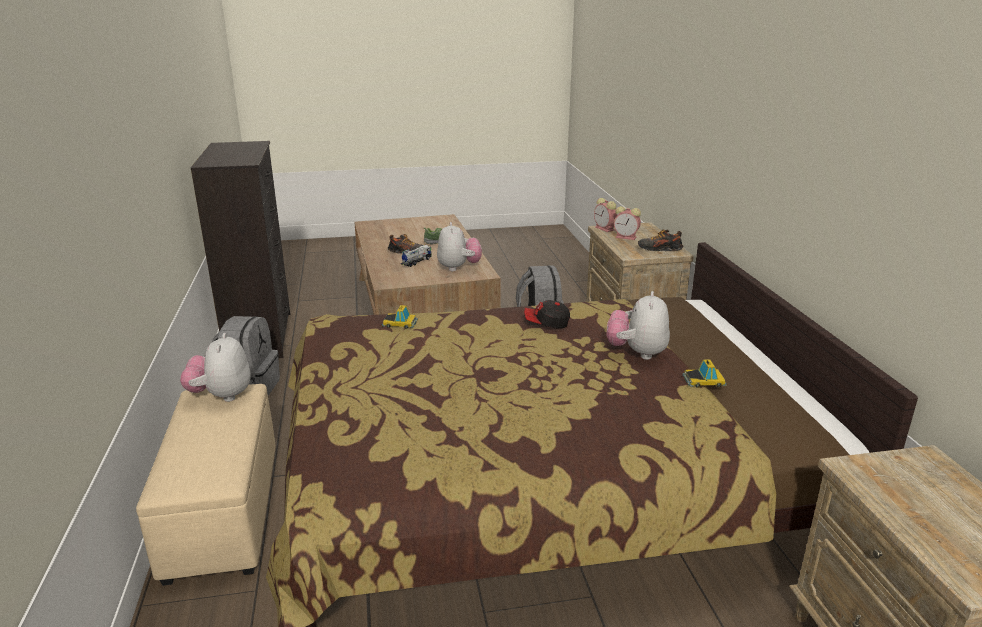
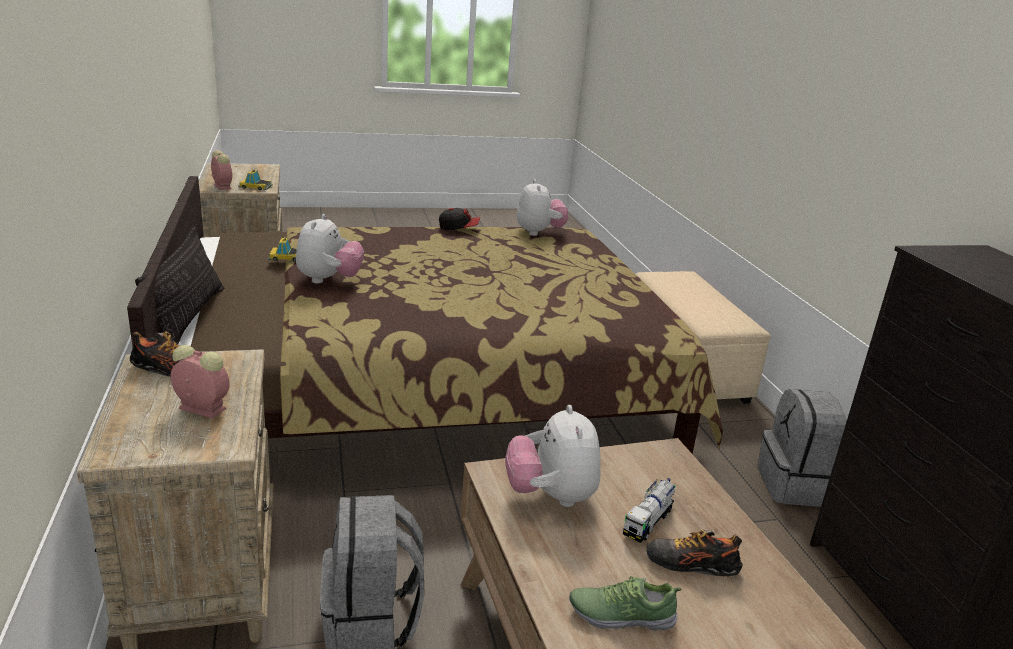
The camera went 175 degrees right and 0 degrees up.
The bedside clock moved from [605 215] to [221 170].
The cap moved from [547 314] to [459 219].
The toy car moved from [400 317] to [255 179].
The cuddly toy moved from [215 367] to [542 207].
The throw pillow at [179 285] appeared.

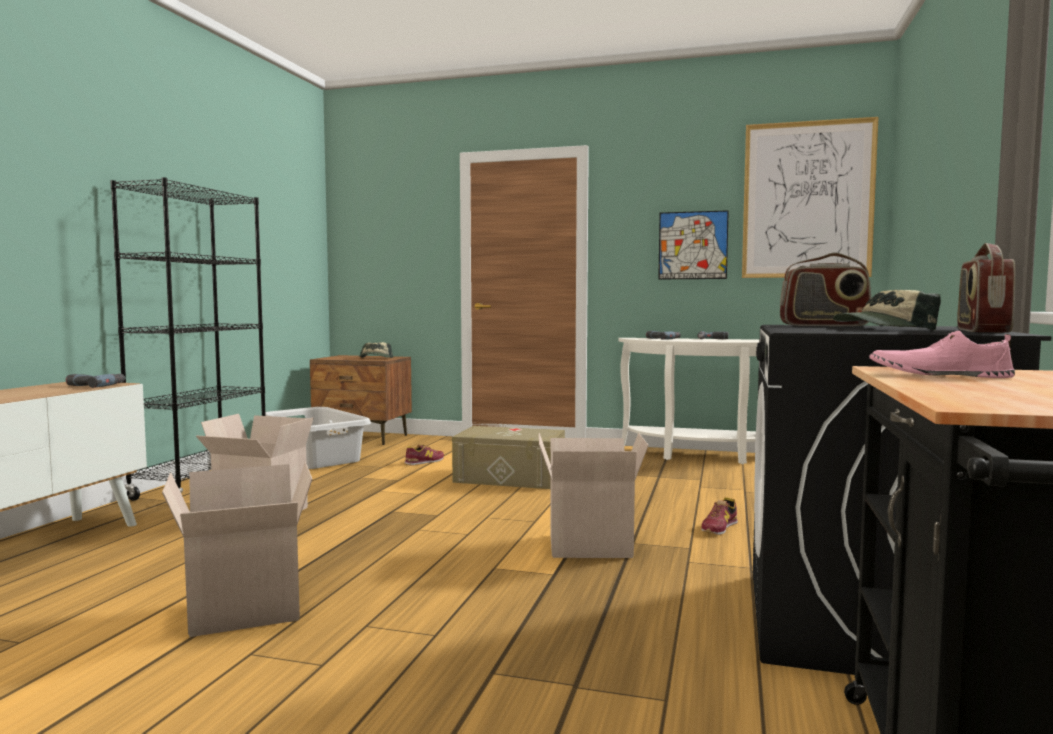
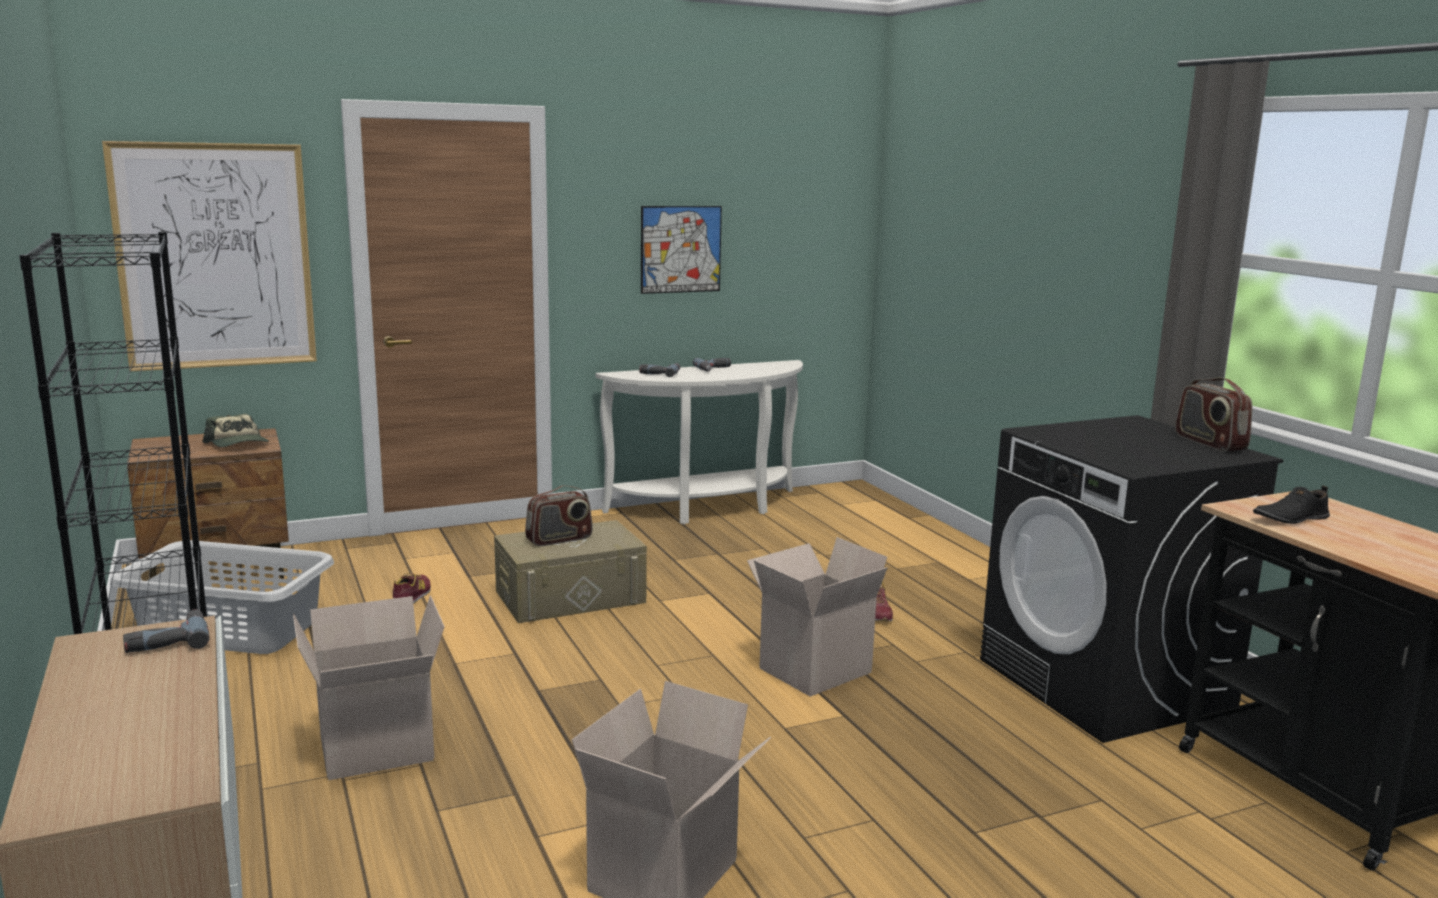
The camera went 40 degrees left and 10 degrees up.
The wall picture moved from [810 197] to [209 256].
The radio moved from [825 289] to [559 515].
The cap at [887 310] disappeared.
The pink shoe at [942 354] became the blackish shoe at [1291 505].

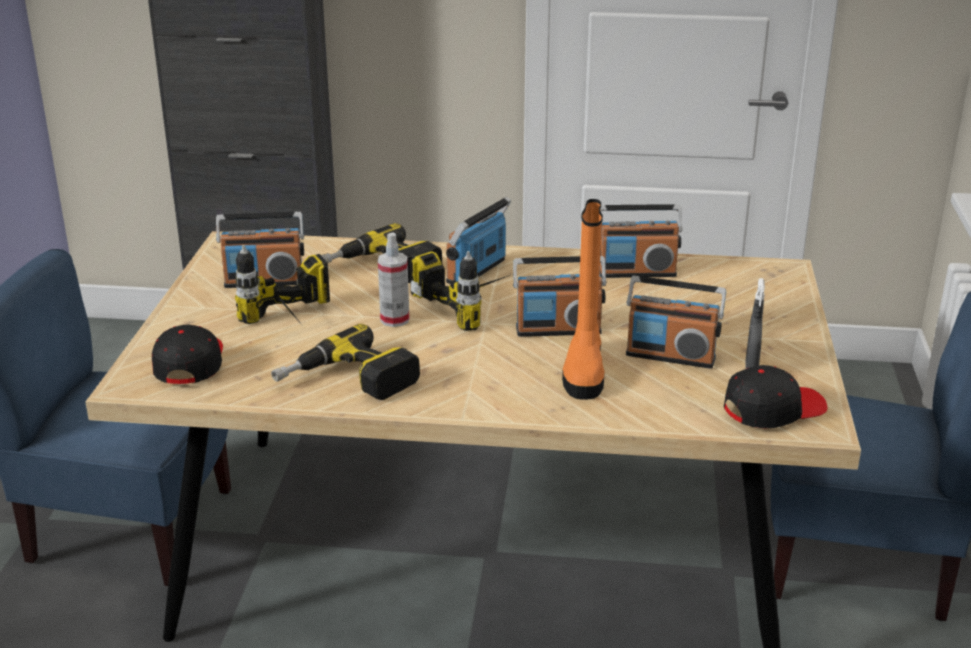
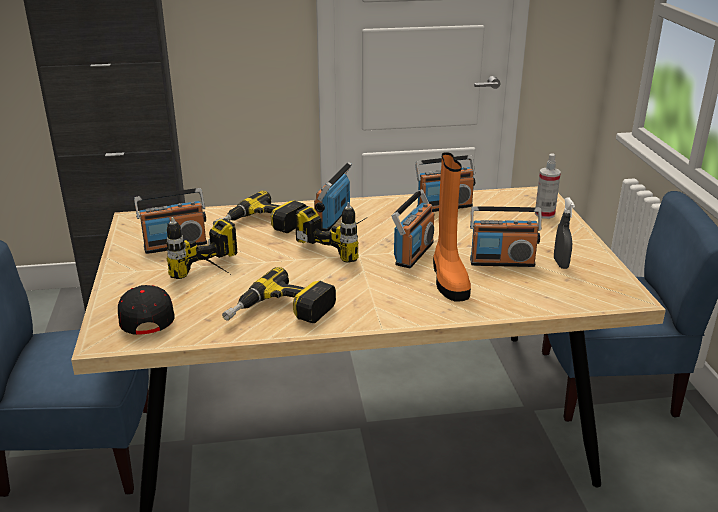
The camera went 15 degrees left and 0 degrees up.
The hand sprayer moved from [393 279] to [548 186].
The radio at [560 296] turned 45 degrees counterclockwise.
The blackish cap at [775 397] disappeared.

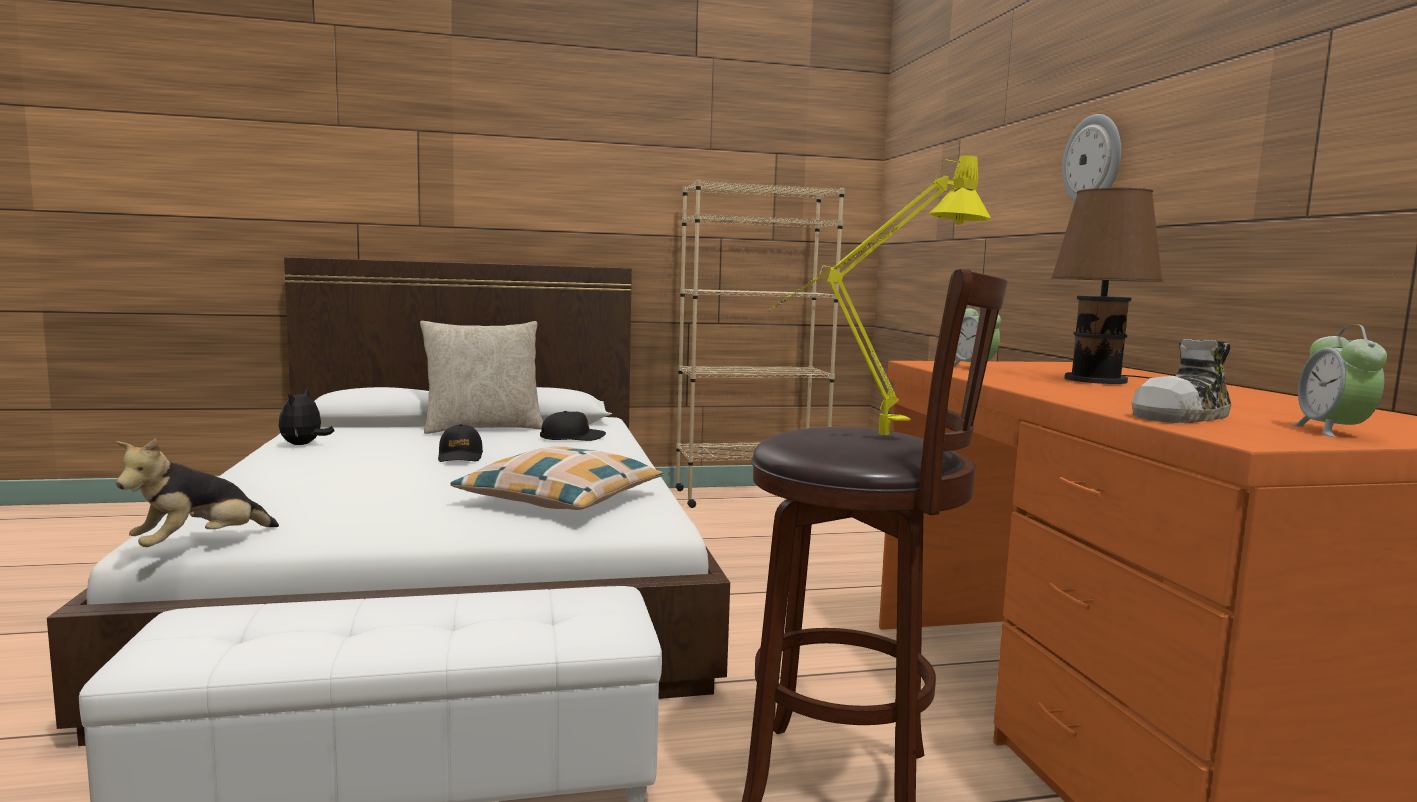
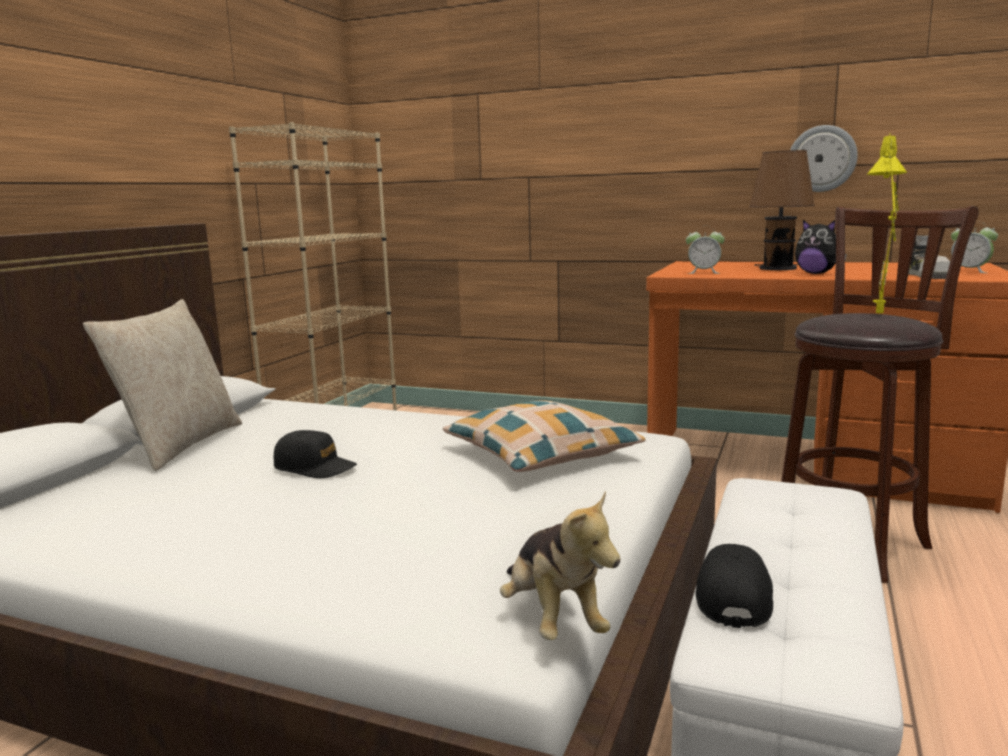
The camera went 55 degrees left and 5 degrees up.
The wall clock moved from [1091 158] to [824 158].
The cuddly toy moved from [306 416] to [821 247].
The blackish cap moved from [573 426] to [734 586].

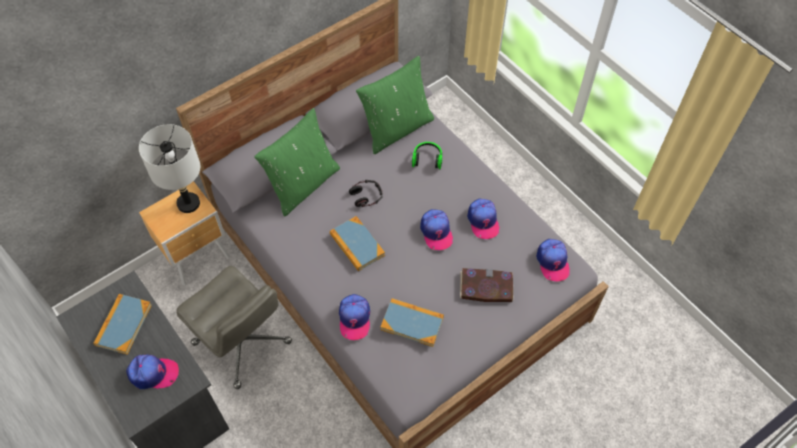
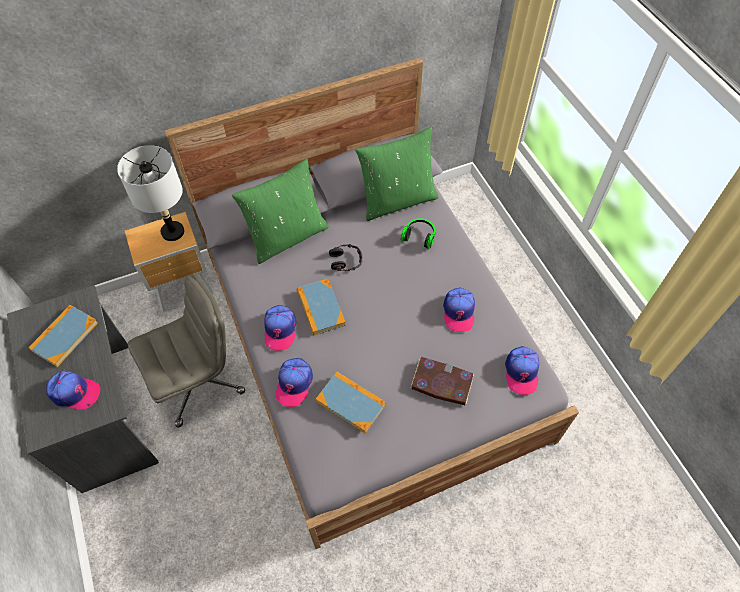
The camera went 15 degrees right and 0 degrees up.
The cap moved from [436 229] to [280 328].
The grey computer chair at [234 327] turned 90 degrees counterclockwise.

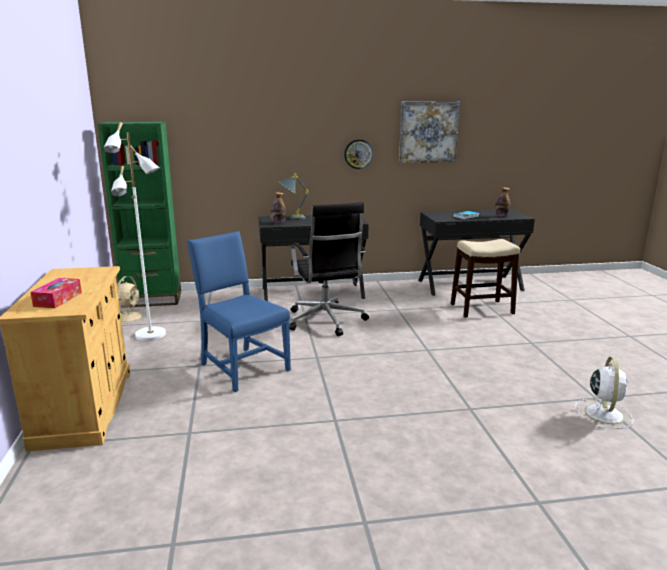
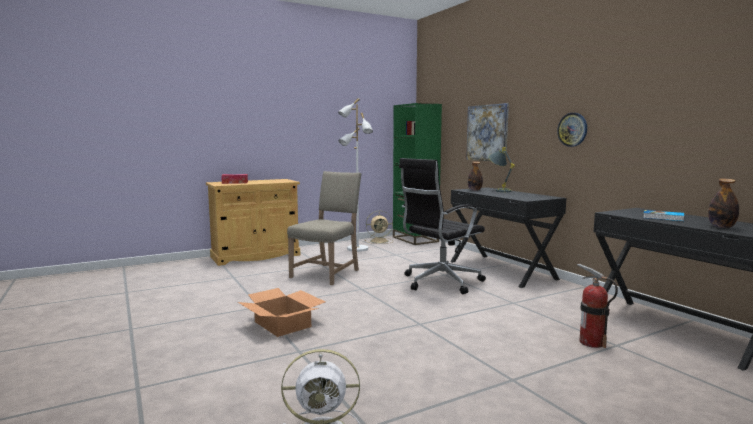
The camera went 70 degrees right and 10 degrees down.
The wall picture moved from [429 132] to [487 132].
The blue-coloured plain chair at [239 311] became the sand-coloured plain chair at [324 228].
The sitting stool at [485 278] was replaced by the fire-fighting cylinder at [597 306].
The carton at [281 312] appeared.

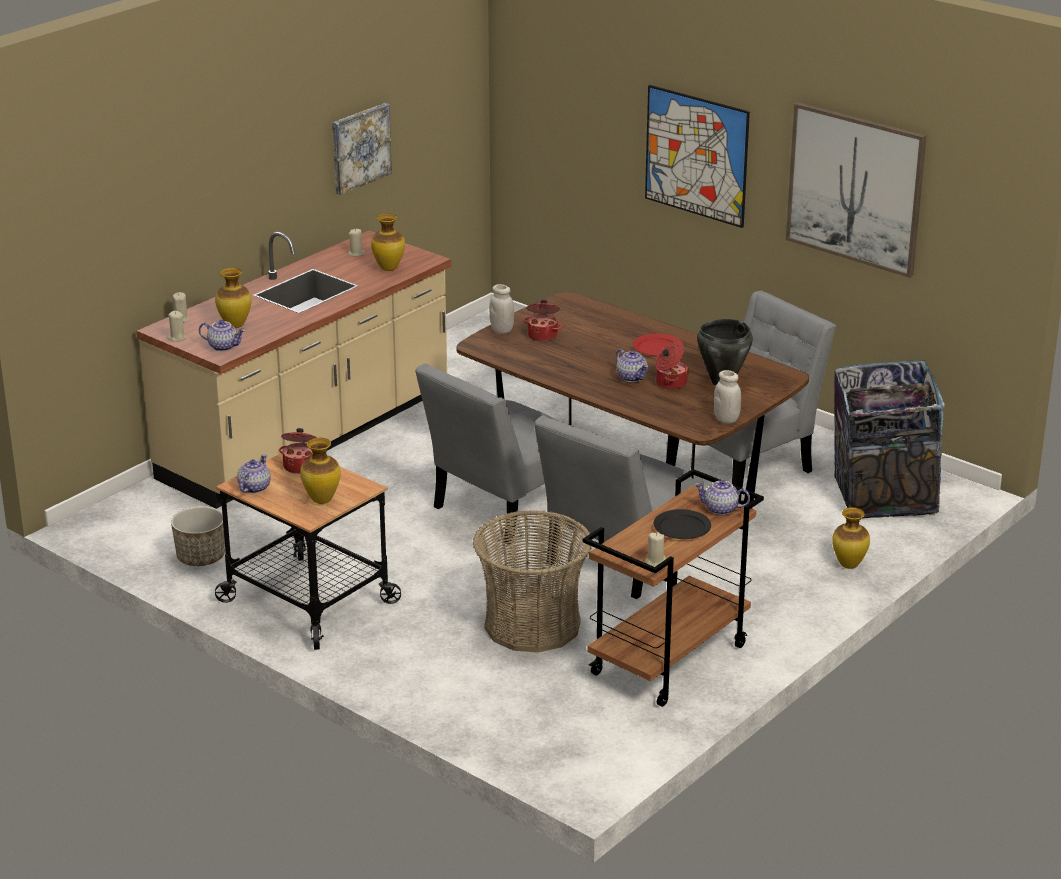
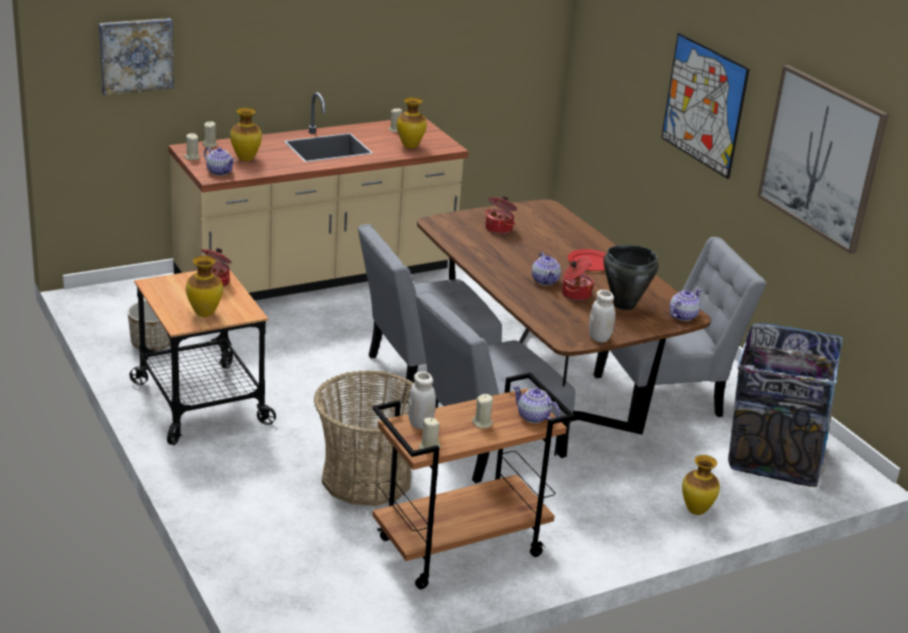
The camera went 20 degrees right and 0 degrees up.
The wall picture moved from [362 149] to [136 56].
The white-coloured preserve jar moved from [501 309] to [422 400].
The pot for tea moved from [254 474] to [686 305].
The blackish plate at [682 524] was replaced by the sand-coloured wax candle at [482 411].

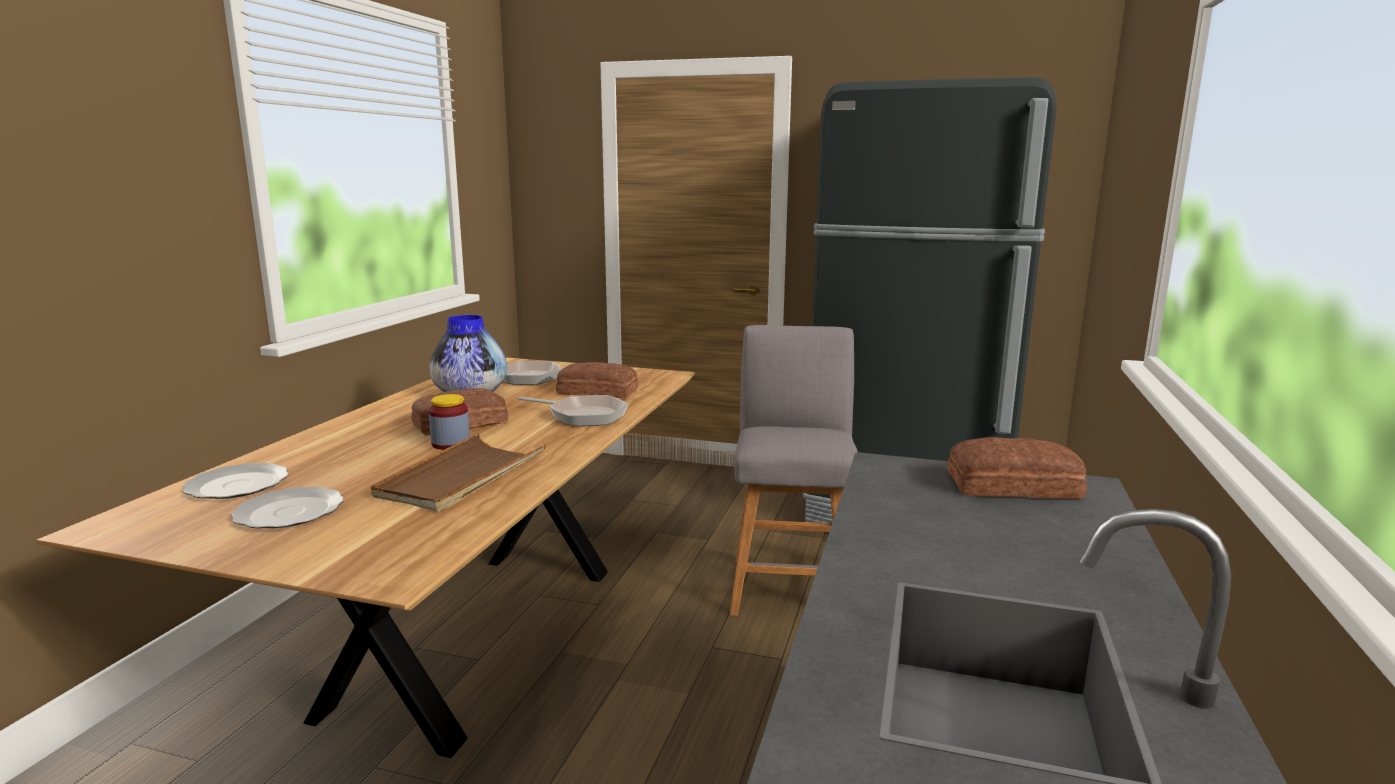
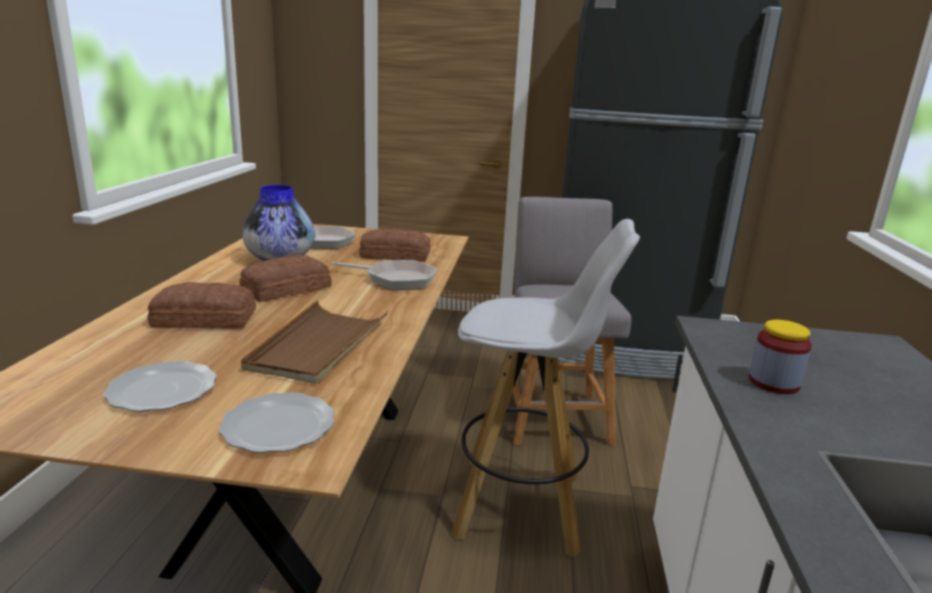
The camera went 10 degrees left and 5 degrees up.
The preserve jar moved from [449 422] to [780 357].
The bakery bread moved from [1017 468] to [201 305].
The plate moved from [236 481] to [277 422].
The white-coloured sitting stool at [546 388] appeared.

